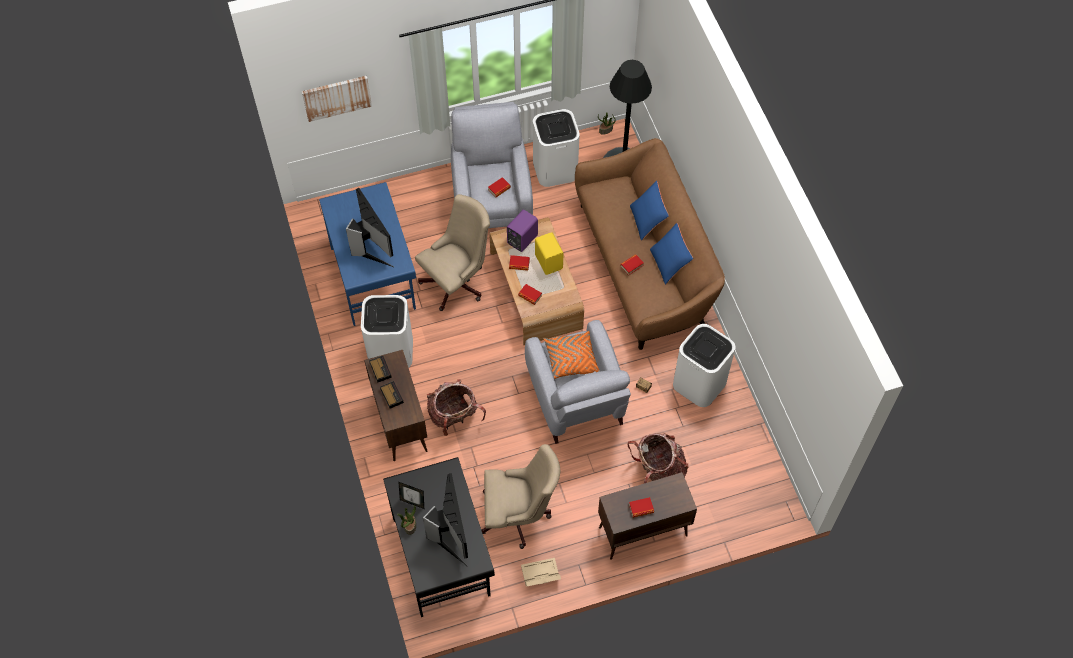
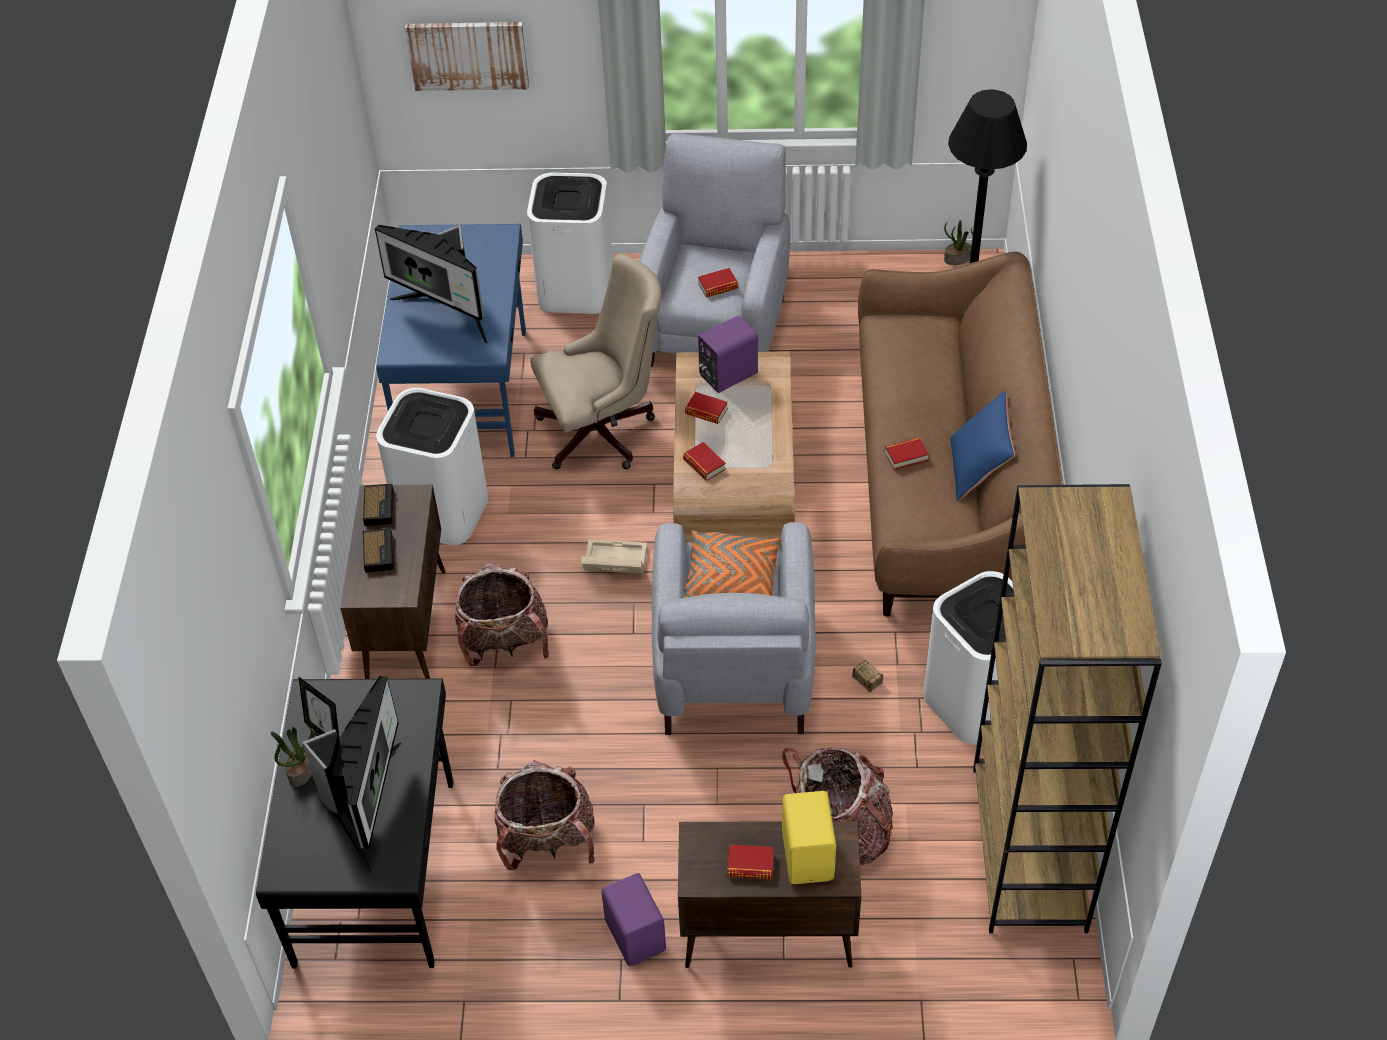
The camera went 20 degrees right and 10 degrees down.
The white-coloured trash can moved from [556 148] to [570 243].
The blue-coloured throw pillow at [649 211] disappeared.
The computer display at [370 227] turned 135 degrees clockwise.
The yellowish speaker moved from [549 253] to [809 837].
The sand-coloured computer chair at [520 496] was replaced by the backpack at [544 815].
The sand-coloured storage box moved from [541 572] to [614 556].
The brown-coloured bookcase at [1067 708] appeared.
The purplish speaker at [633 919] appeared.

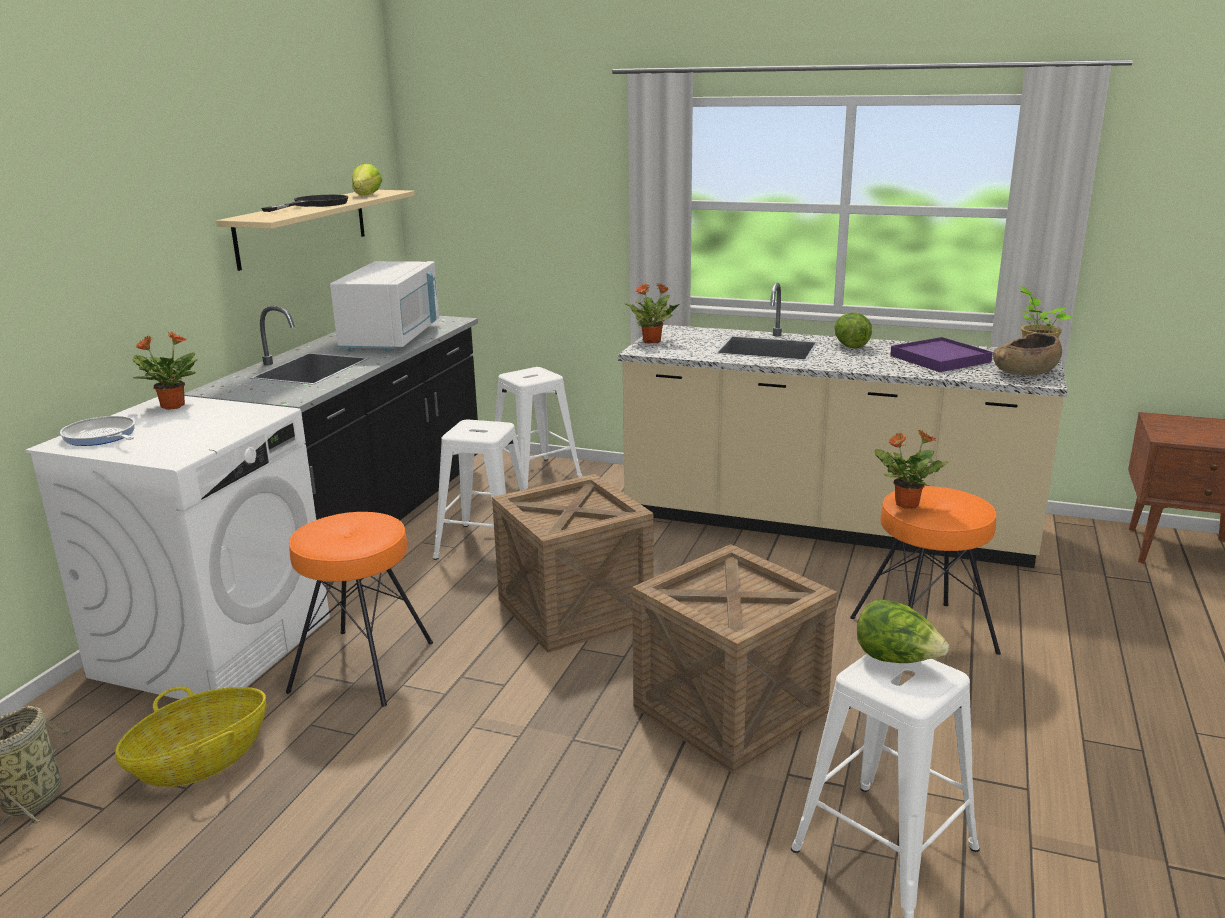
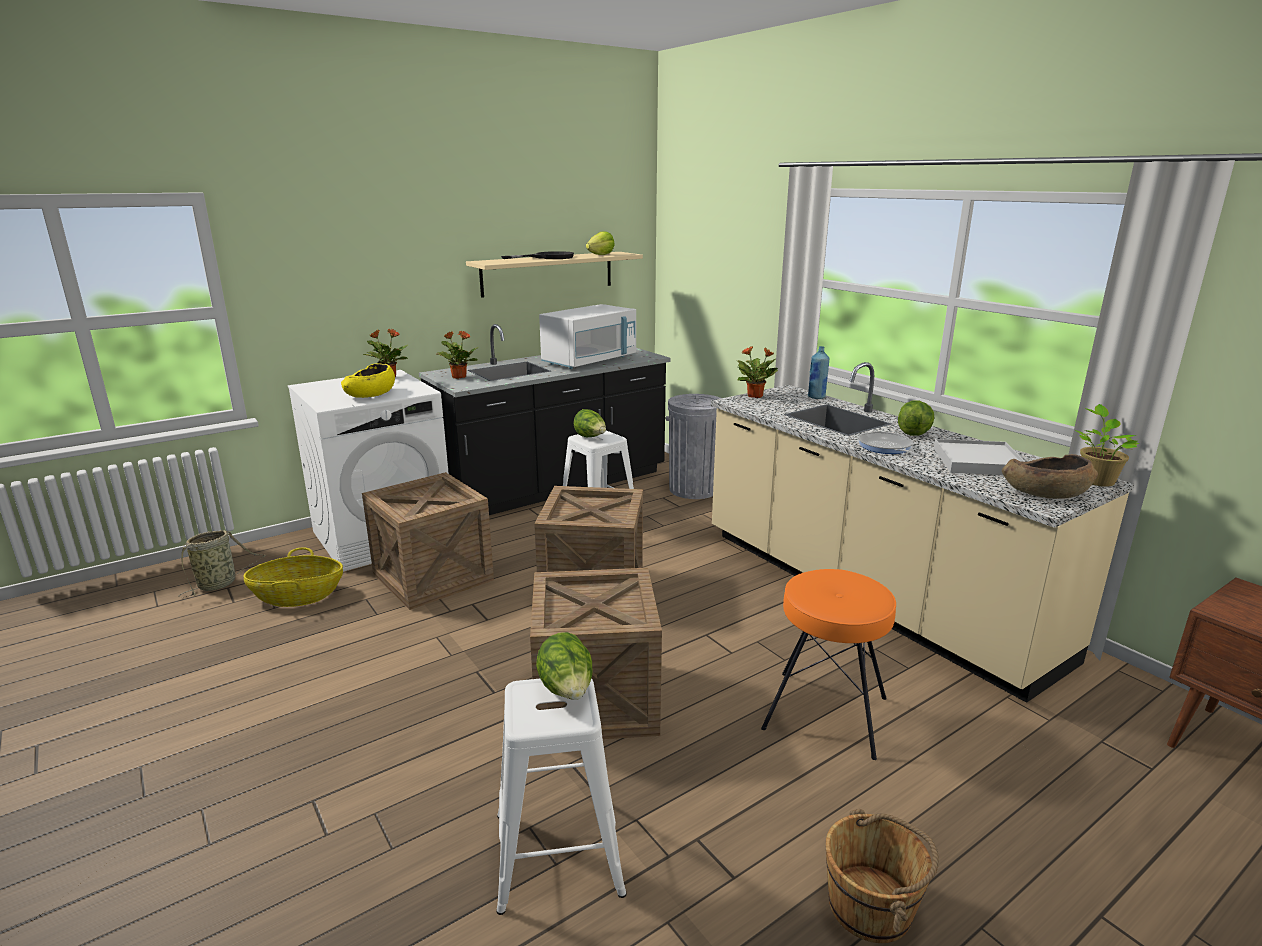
The camera went 35 degrees right and 0 degrees up.
The purplish serving tray at [941 354] became the white-coloured serving tray at [979 457].
The white-coloured sitting stool at [539 428] was replaced by the grey trash can at [693 446].
The skillet moved from [97 431] to [888 443].
The potted plant moved from [912 469] to [457 355].
The orangey sitting stool at [359 609] was replaced by the shipping crate at [428 541].
The blue-coloured drink bottle at [818 372] appeared.
The yellowish serving bowl at [368 380] appeared.
The head of lettuce at [590 423] appeared.
The brown-coloured bucket at [882 876] appeared.

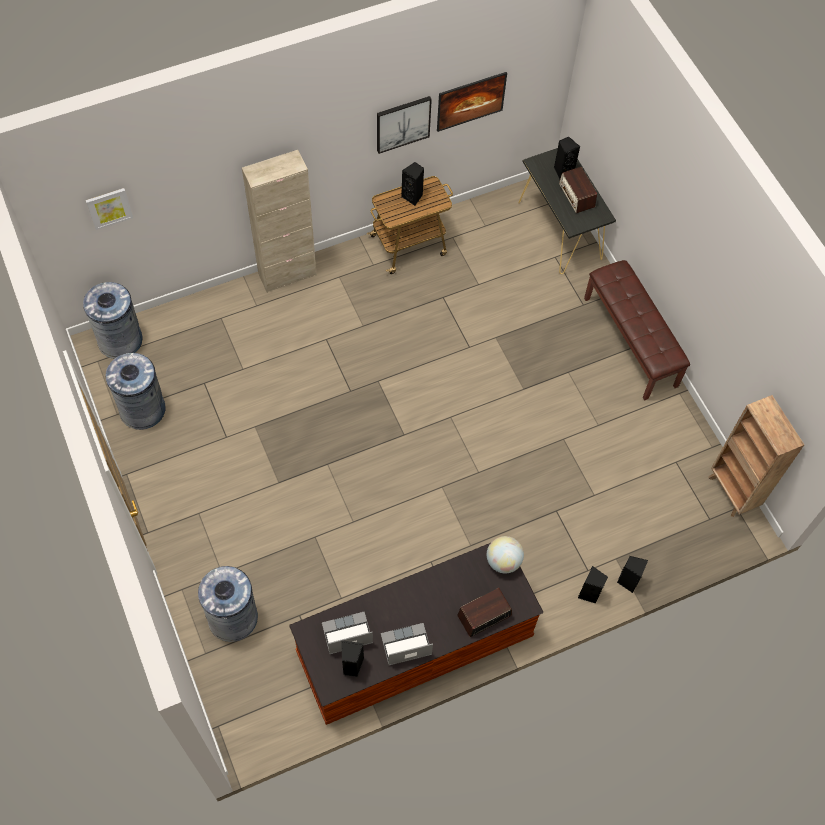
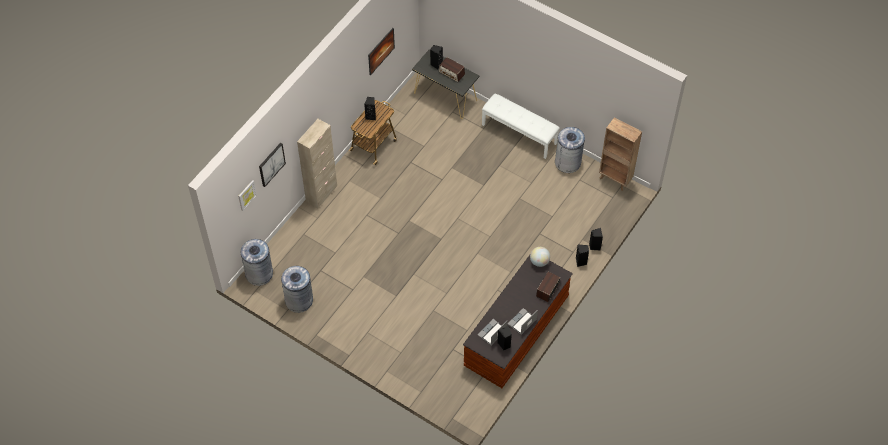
The camera went 30 degrees left and 5 degrees down.
The wall picture moved from [404 125] to [272 165].
The brown-coloured bench at [637 330] became the white-coloured bench at [521 126].
The grey trash can moved from [228 604] to [570 150].

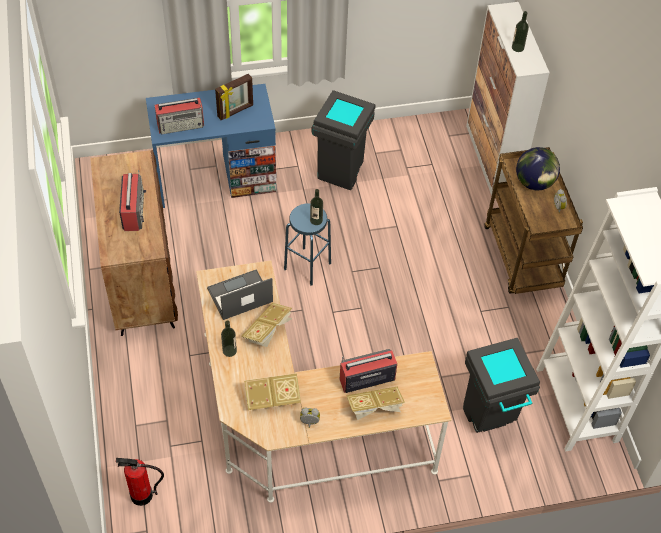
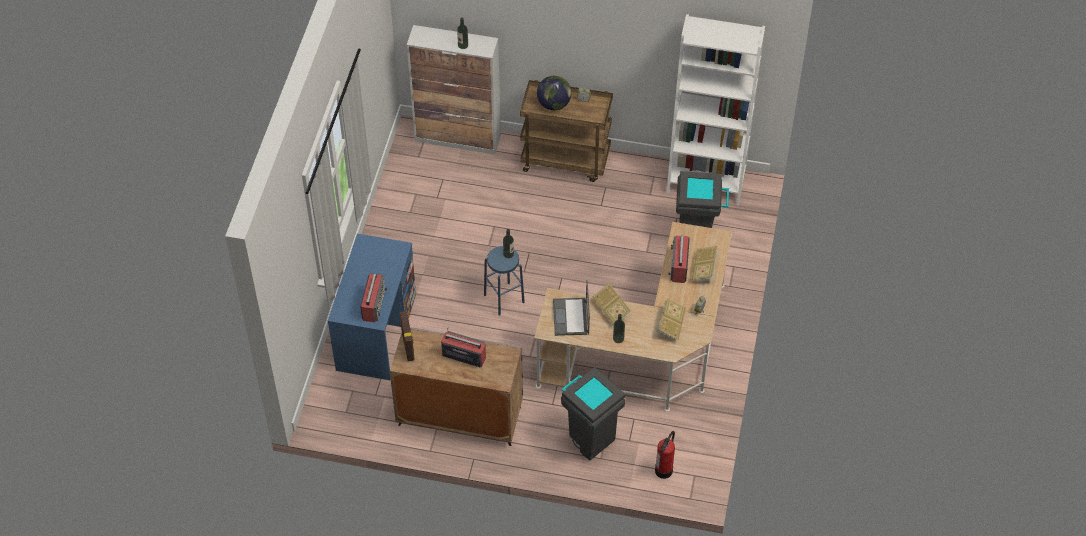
The camera went 65 degrees left and 0 degrees up.
The photo frame moved from [234 97] to [407 336].
The grey trash can moved from [344 140] to [593 413].
The brown-coloured storage cabinet at [134 243] became the grey storage cabinet at [456 386].

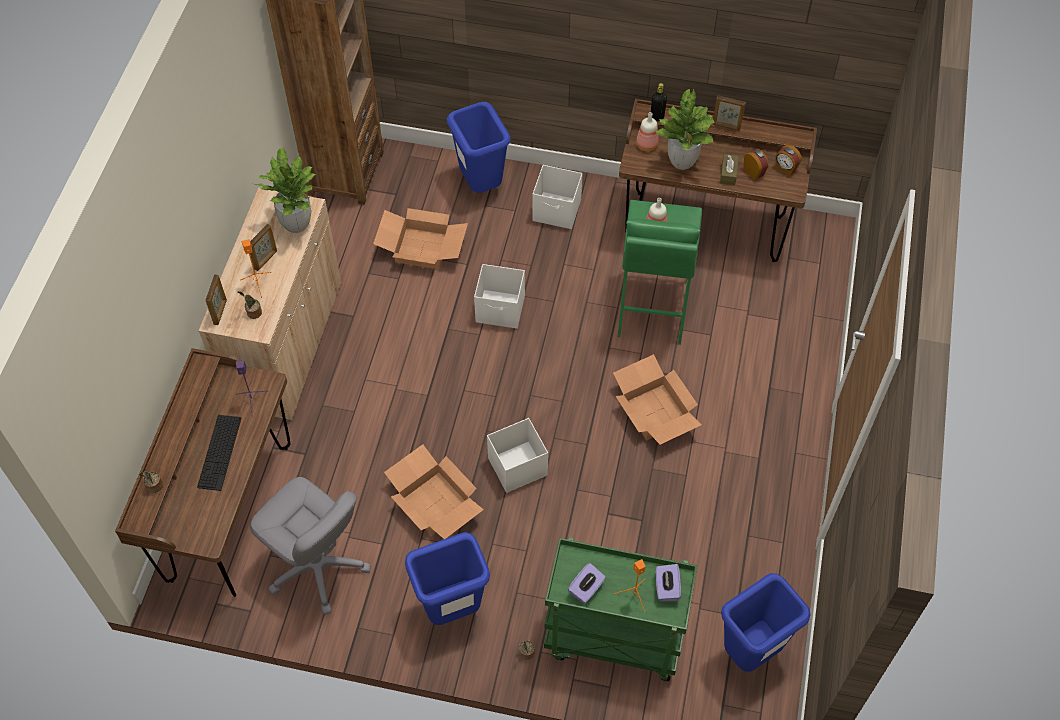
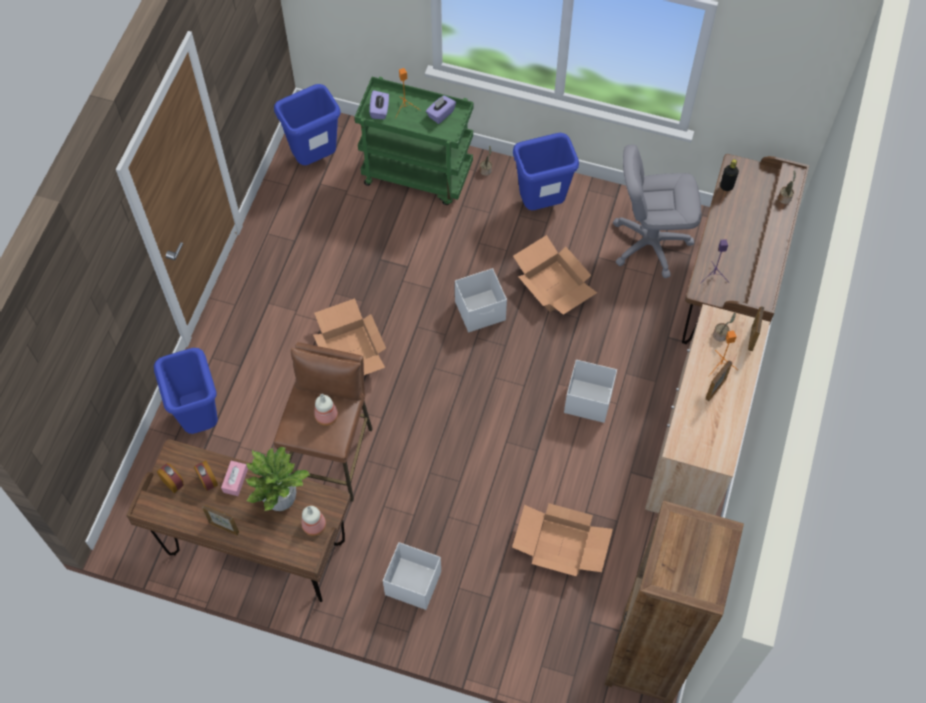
The camera went 175 degrees left and 5 degrees up.
The blackish drink bottle moved from [659 102] to [729 175].
The blue-coloured trash can moved from [479 147] to [186 391].
The potted plant at [285 189] disappeared.
The brown-coloured box of tissues at [729 169] became the pink box of tissues at [234 478].
The greenish sitting stool at [659 272] became the brown-coloured sitting stool at [323 422].
The white-coloured storage box moved from [499 296] to [590 391].
The keyboard at [219 453] disappeared.
The grey computer chair at [310 546] turned 45 degrees counterclockwise.

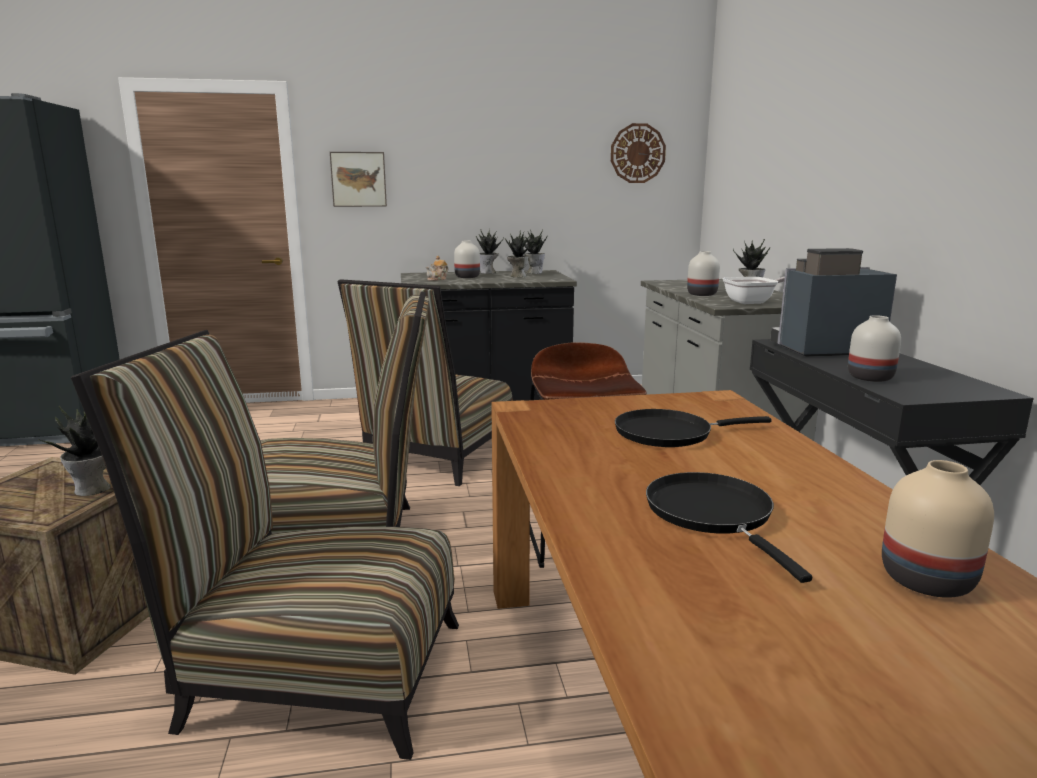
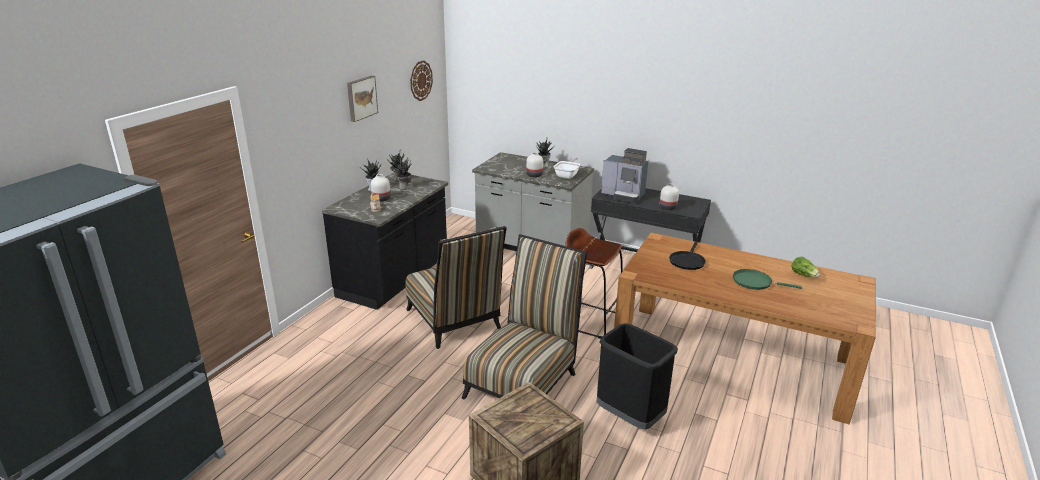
The camera went 55 degrees left and 10 degrees up.
The wall picture moved from [358 179] to [362 98].
The coffee brewer at [833 302] turned 90 degrees counterclockwise.
The plain chair at [265 545] was replaced by the blackish trash can at [637 376].
The potted plant at [74 451] disappeared.
The sand-coloured decorative vase at [938 529] was replaced by the head of lettuce at [806 267].
The blackish skillet at [729 527] became the greenish skillet at [767 279].

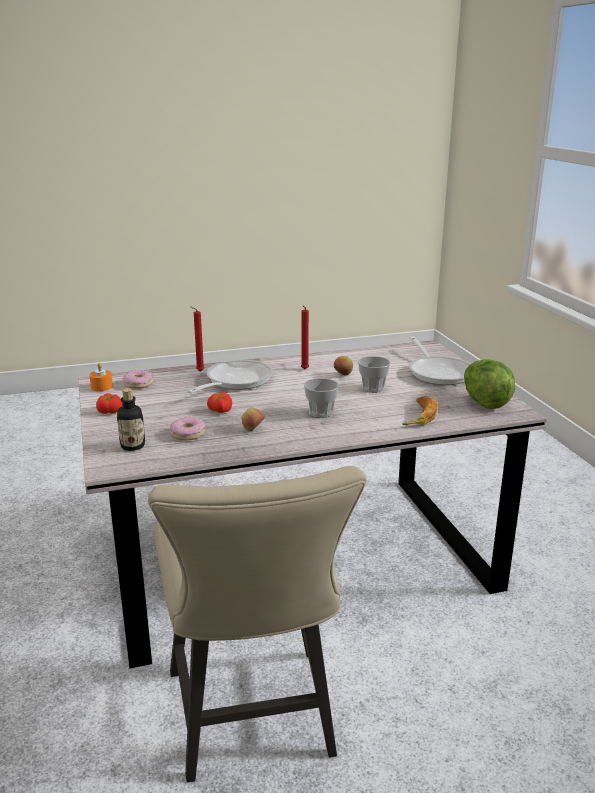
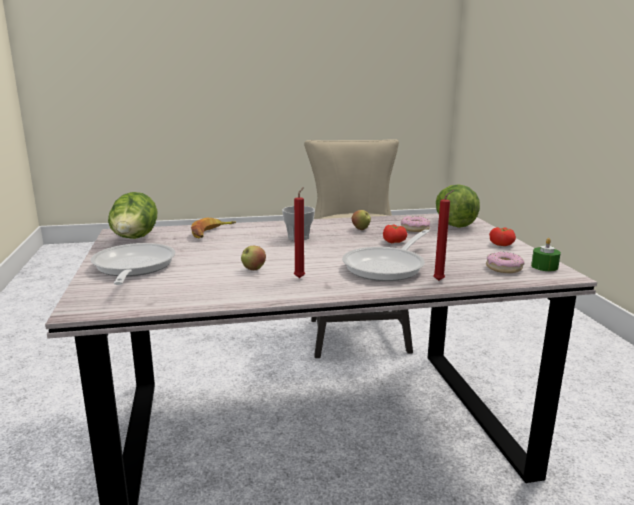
The camera went 175 degrees left and 5 degrees down.
The drinking cup at [374 374] disappeared.
The orangey wax candle at [101 377] became the greenish wax candle at [546 254].
The drink bottle at [131 419] was replaced by the head of lettuce at [458 206].

